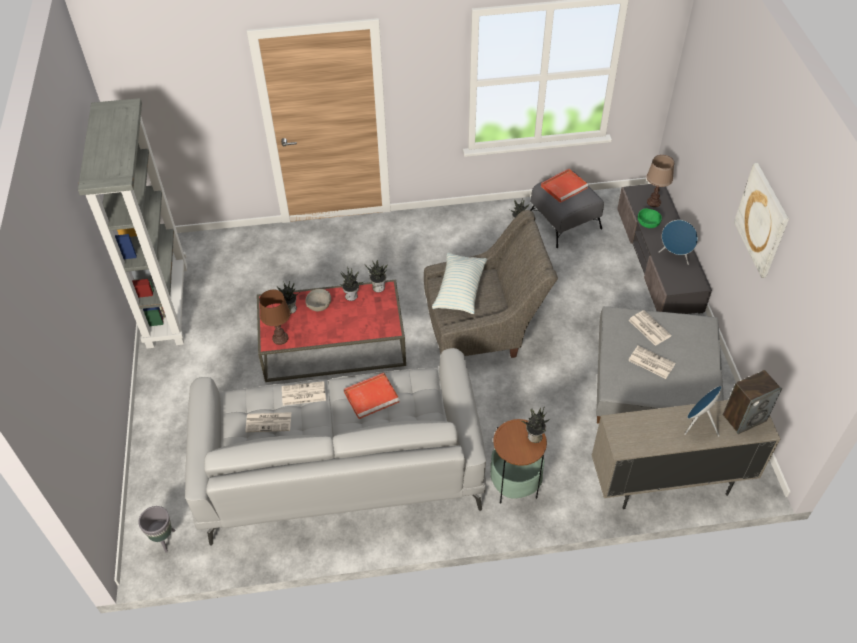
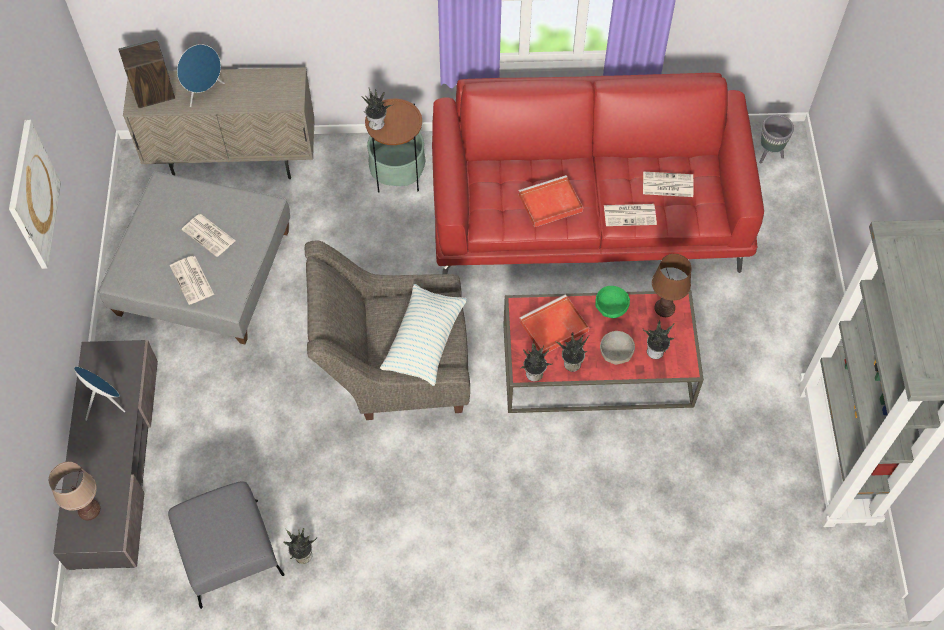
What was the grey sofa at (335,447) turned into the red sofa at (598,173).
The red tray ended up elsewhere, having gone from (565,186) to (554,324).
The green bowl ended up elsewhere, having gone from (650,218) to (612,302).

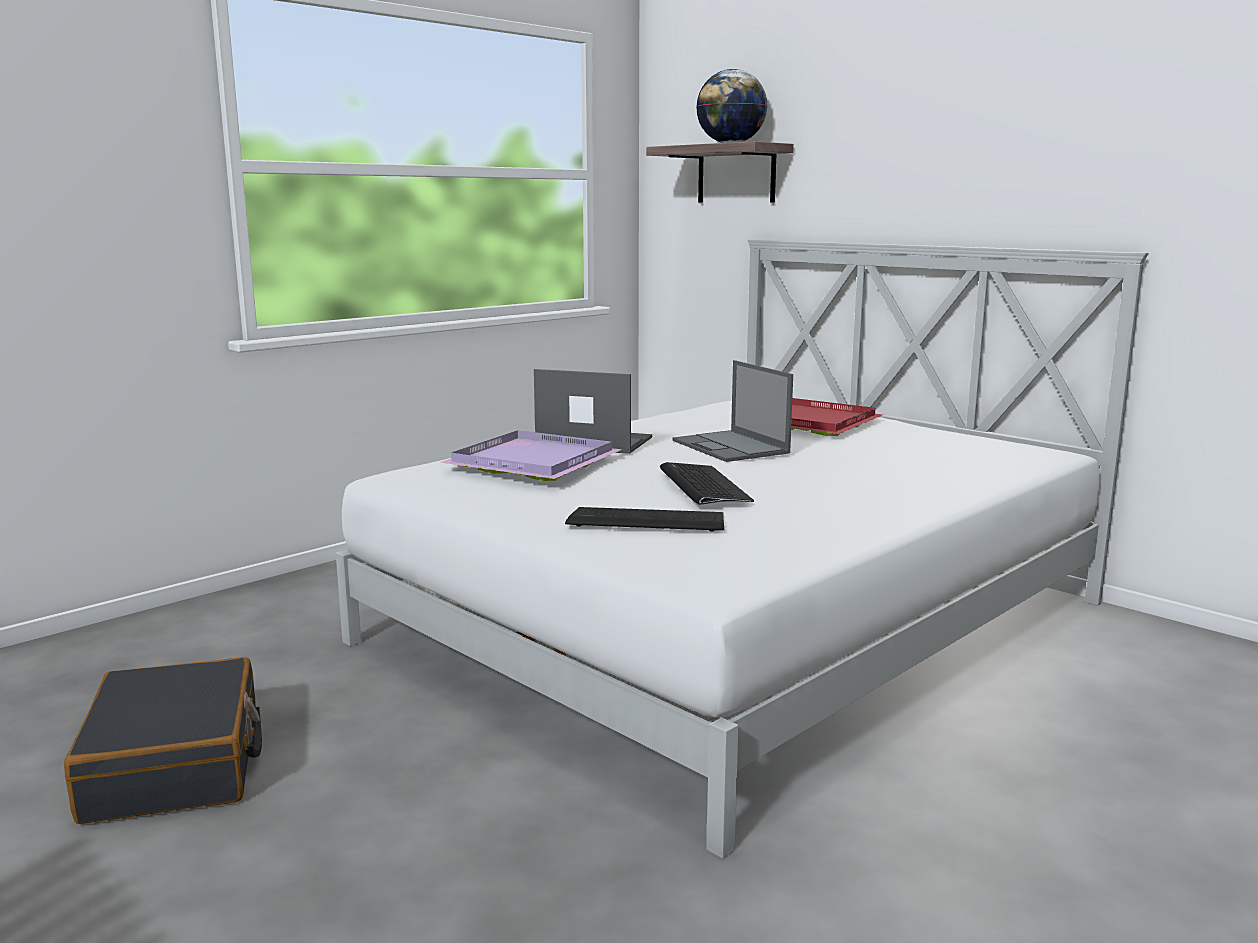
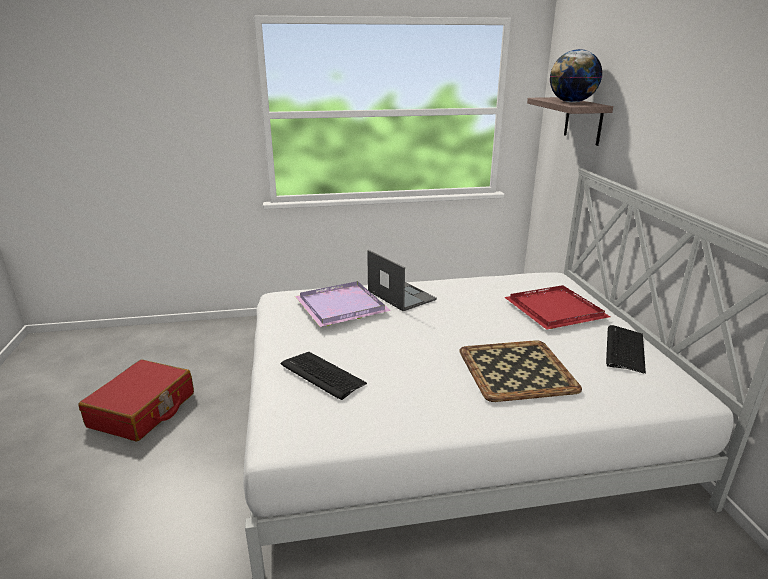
What was the black suitcase at (163,740) turned into the red suitcase at (136,401).
The keyboard ended up elsewhere, having gone from (707,483) to (626,349).
The second view lost the laptop at (732,411).
The second view gained the tray at (520,371).

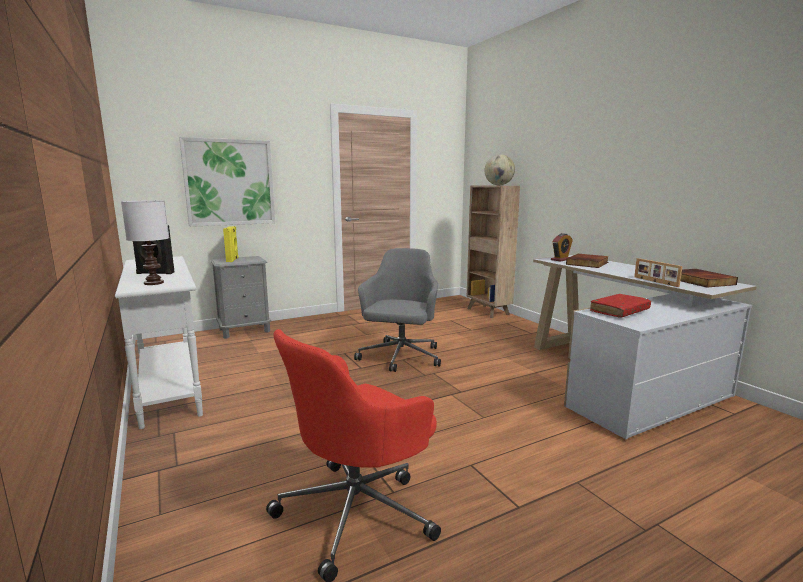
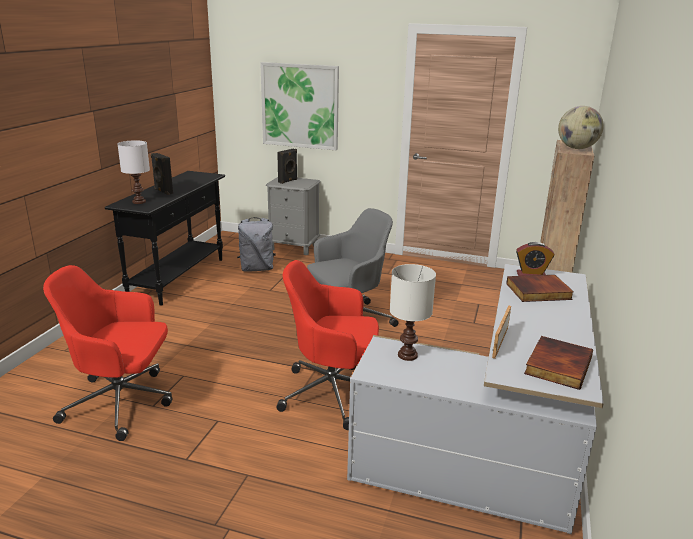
What was the white console table at (159,342) turned into the black console table at (165,238).
What was the yellow speaker at (231,244) turned into the black speaker at (287,166).
Where the red book stood at (620,305), the white table lamp came to stand at (413,312).
The second view gained the grey backpack at (256,244).
The second view gained the red office chair at (327,345).

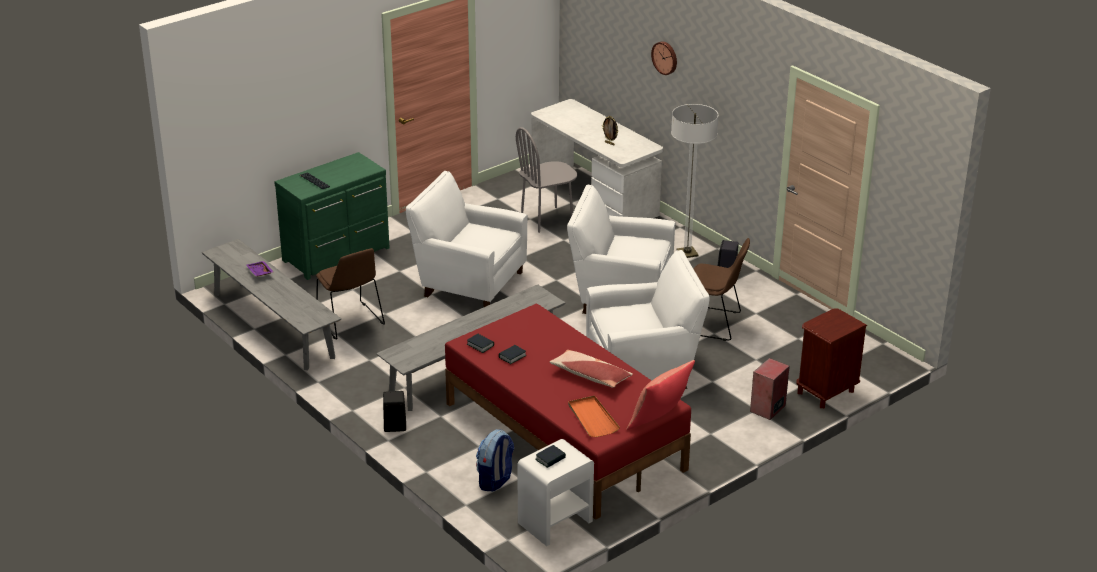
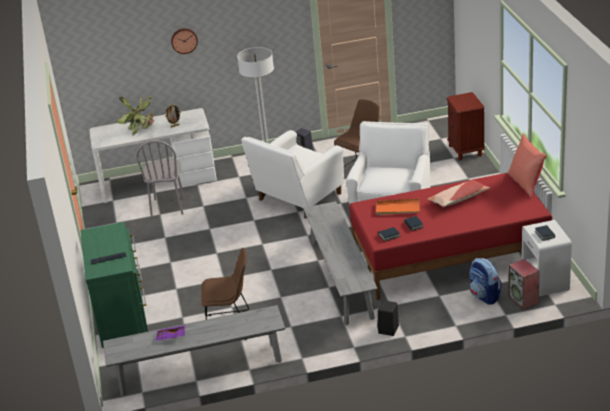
The second view lost the white armchair at (467,239).
The orange tray ended up elsewhere, having gone from (594,416) to (398,207).
The speaker ended up elsewhere, having gone from (770,389) to (524,284).
The second view gained the potted plant at (136,115).

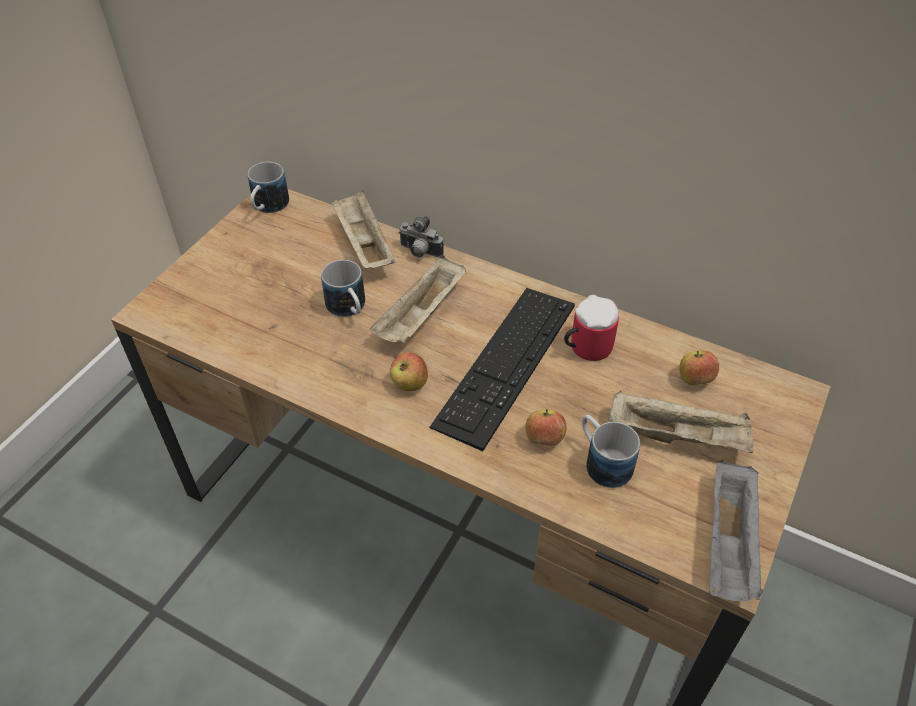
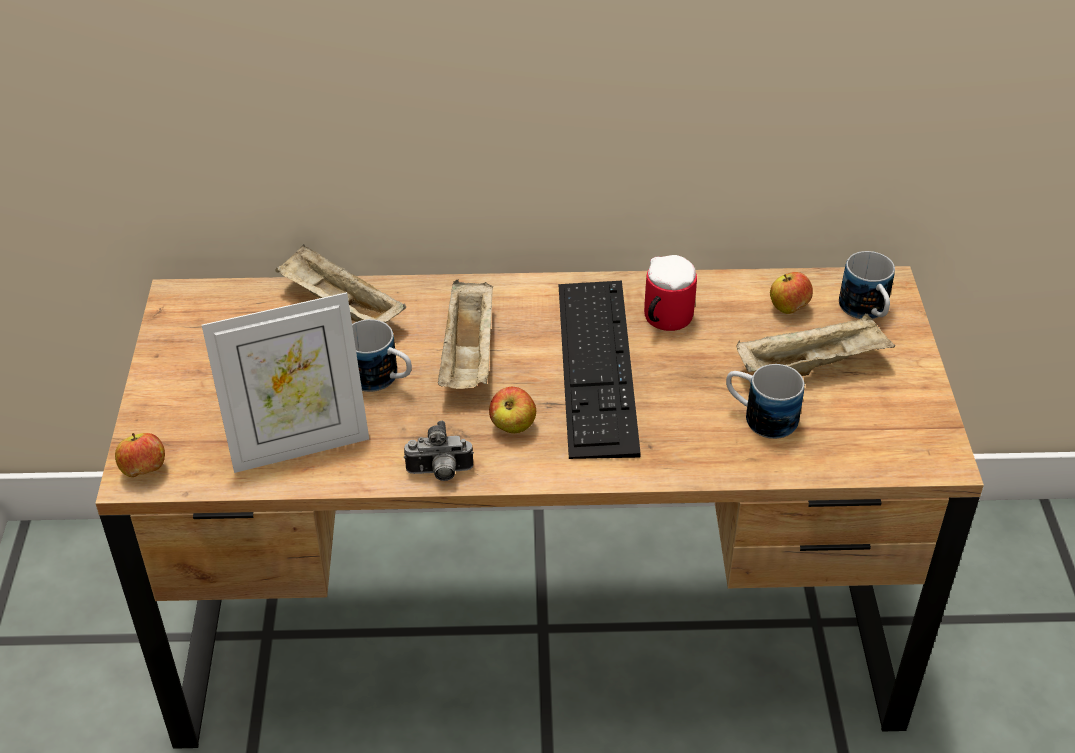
The mug ended up elsewhere, having gone from (268,187) to (867,285).
The photo camera ended up elsewhere, having gone from (421,237) to (439,451).
The apple ended up elsewhere, having gone from (545,427) to (140,455).
The second view lost the grey tray at (736,530).
The second view gained the picture frame at (285,382).

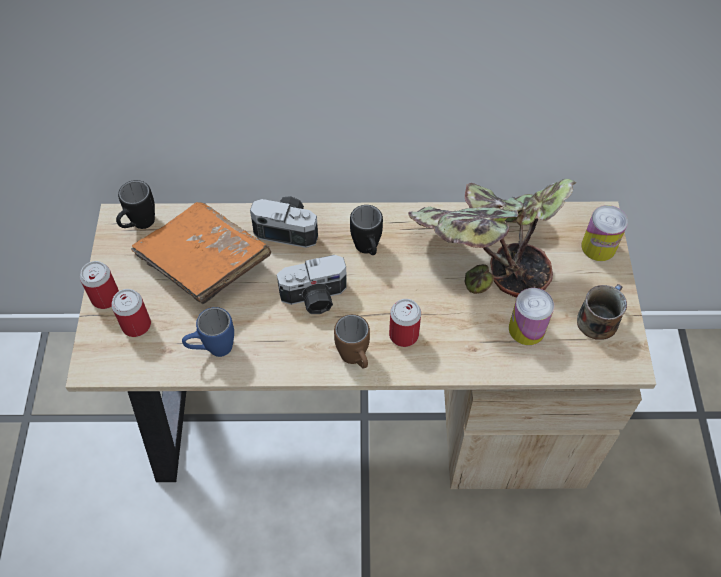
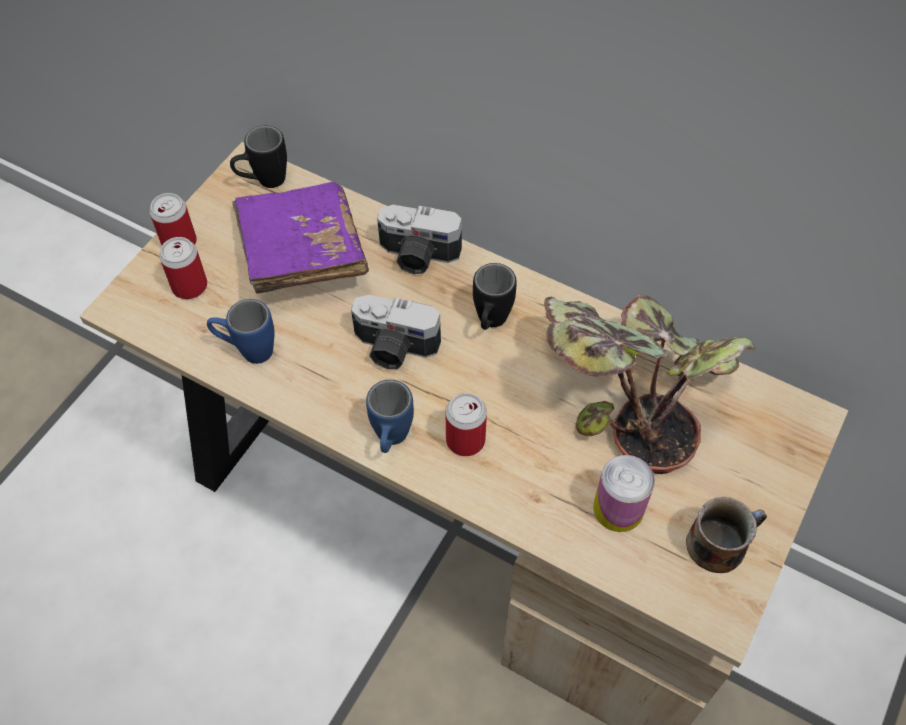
What was the orange book at (201,253) turned into the purple book at (300,238).
The photo camera at (284,222) ended up facing another way, 150 degrees clockwise from before.
What was the brown mug at (352,341) turned into the blue mug at (390,416).
The second view lost the can at (604,233).

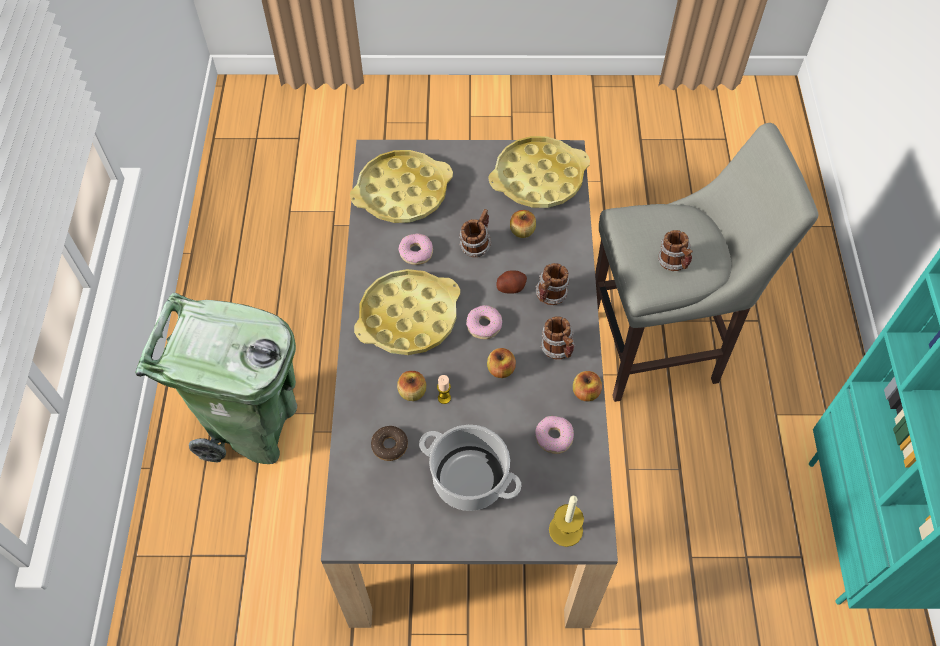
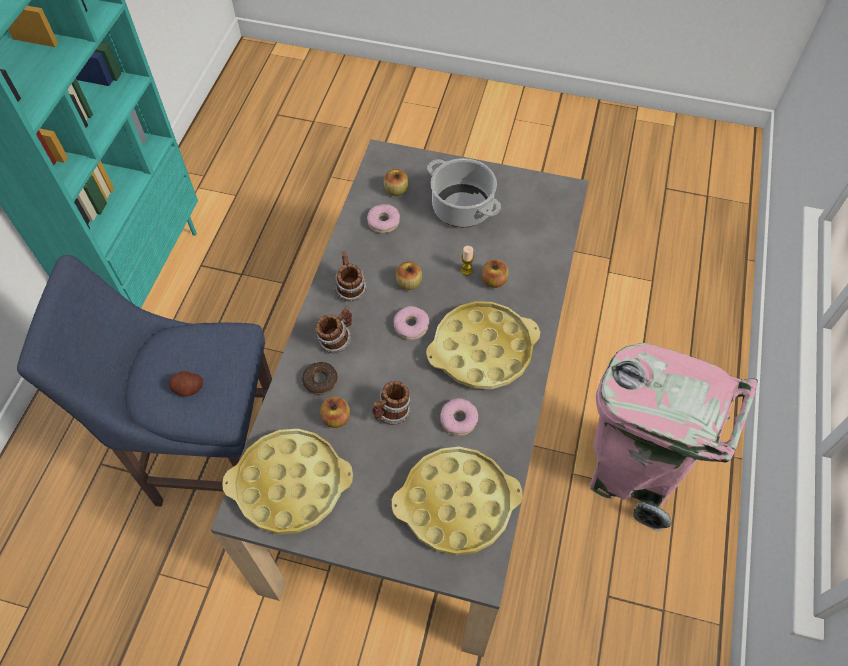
What was the green trash can at (216,378) turned into the pink trash can at (674,437).
The donut ended up elsewhere, having gone from (389,443) to (320,378).
The potato ended up elsewhere, having gone from (512,282) to (186,383).
The second view lost the candle at (566,521).
The apple ended up elsewhere, having gone from (587,386) to (396,182).
What was the grey stool at (707,262) turned into the blue stool at (144,381).
The second view lost the mug at (675,250).

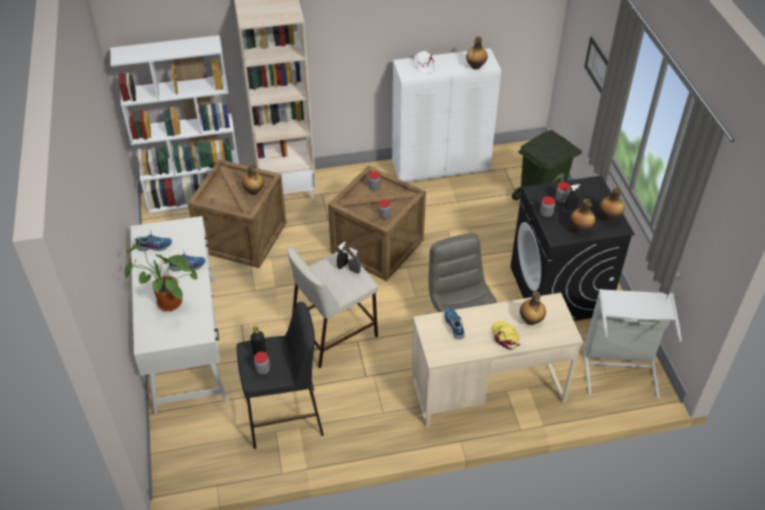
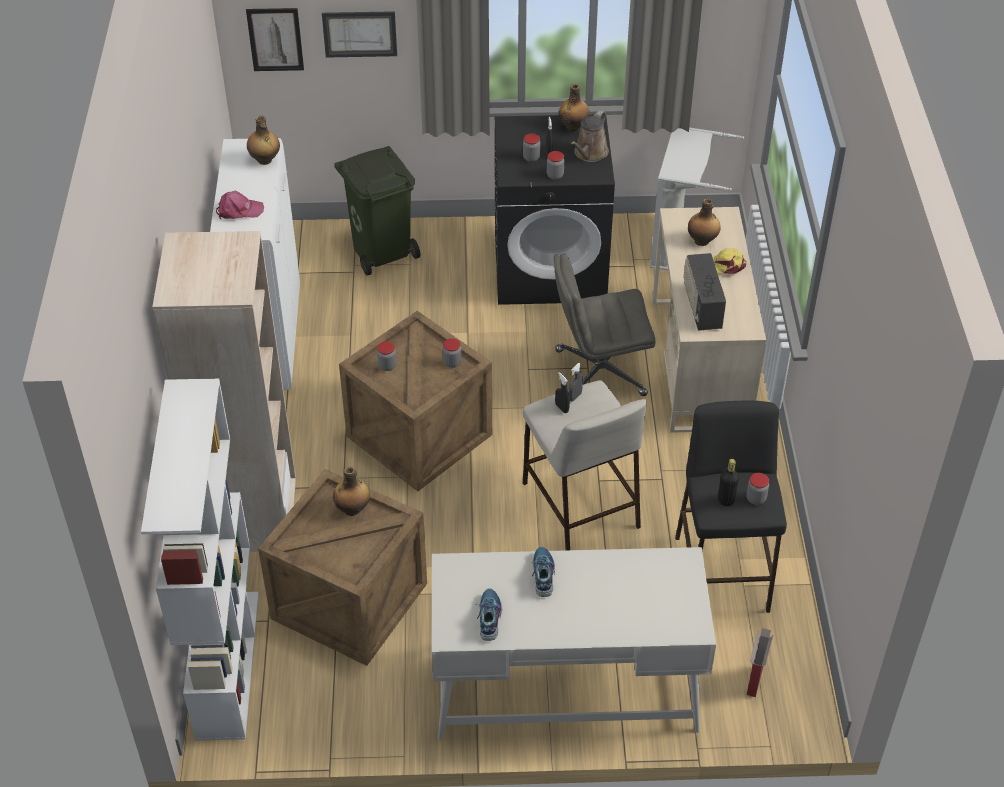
The second view lost the potted plant at (161,275).
What was the white cap at (424,62) turned into the pink cap at (240,205).
Where the shoe stood at (454,323), the radio came to stand at (704,292).
Where the bottle stood at (582,216), the brown watering can came to stand at (589,136).
The second view gained the picture at (275,39).
The second view gained the cardboard box at (760,662).

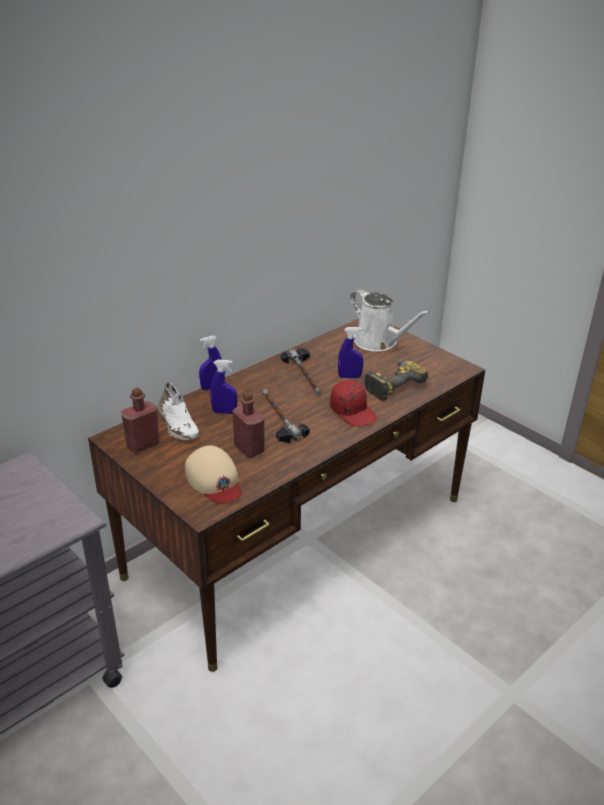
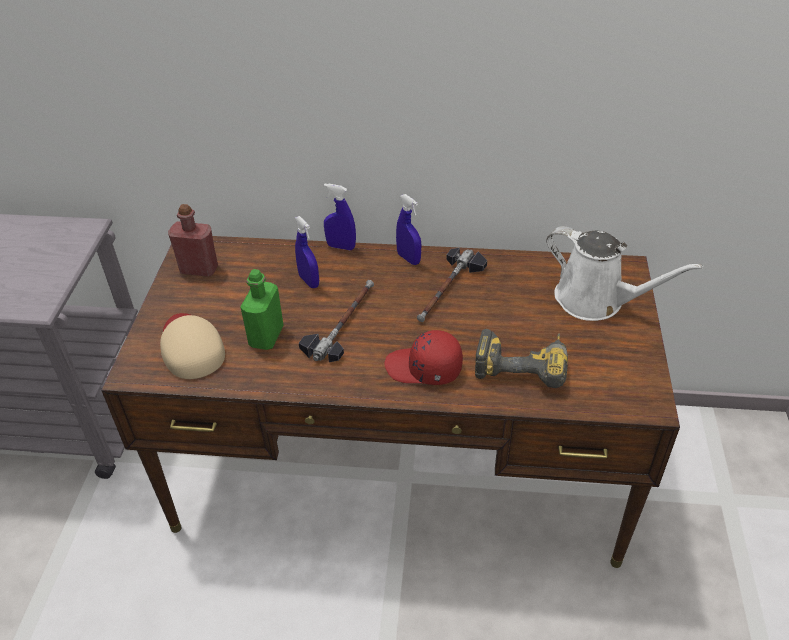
The second view lost the white shoe at (178,411).
The beige cap at (213,474) ended up facing another way, 135 degrees clockwise from before.
What was the red bottle at (248,425) turned into the green bottle at (262,309).
The red cap at (353,403) ended up facing another way, 90 degrees clockwise from before.
The blue spray bottle ended up elsewhere, having gone from (350,352) to (408,229).
The white watering can at (390,320) ended up facing another way, 60 degrees counterclockwise from before.

